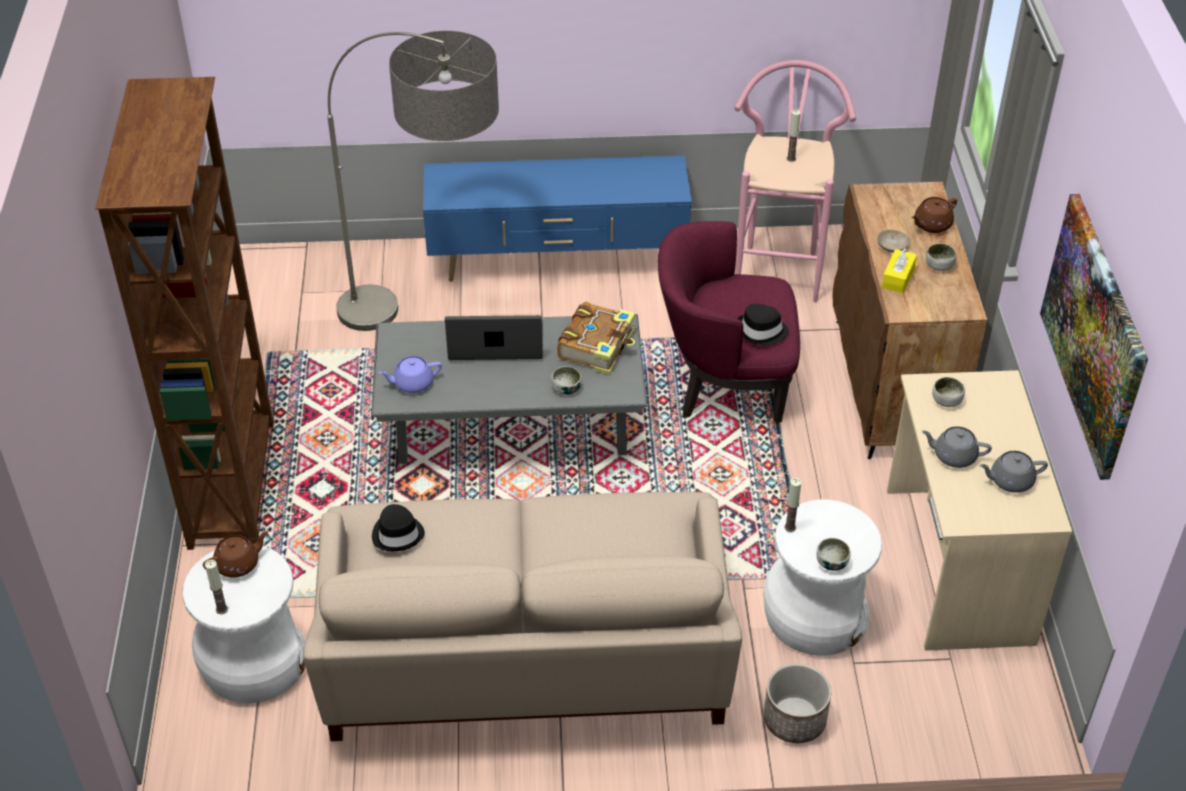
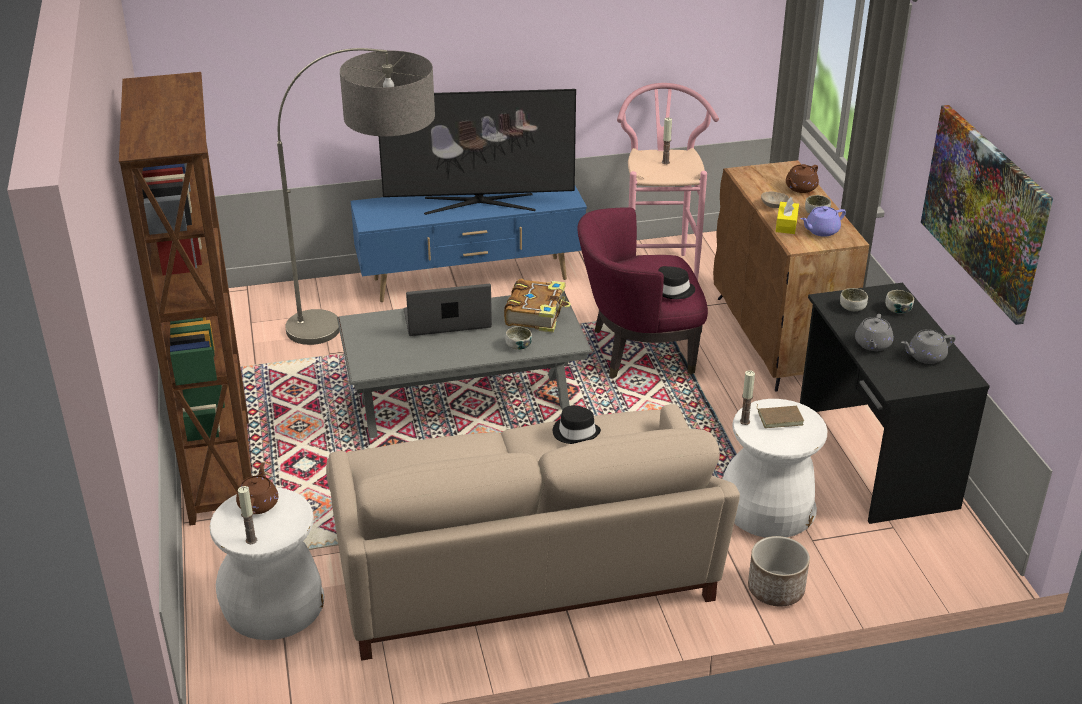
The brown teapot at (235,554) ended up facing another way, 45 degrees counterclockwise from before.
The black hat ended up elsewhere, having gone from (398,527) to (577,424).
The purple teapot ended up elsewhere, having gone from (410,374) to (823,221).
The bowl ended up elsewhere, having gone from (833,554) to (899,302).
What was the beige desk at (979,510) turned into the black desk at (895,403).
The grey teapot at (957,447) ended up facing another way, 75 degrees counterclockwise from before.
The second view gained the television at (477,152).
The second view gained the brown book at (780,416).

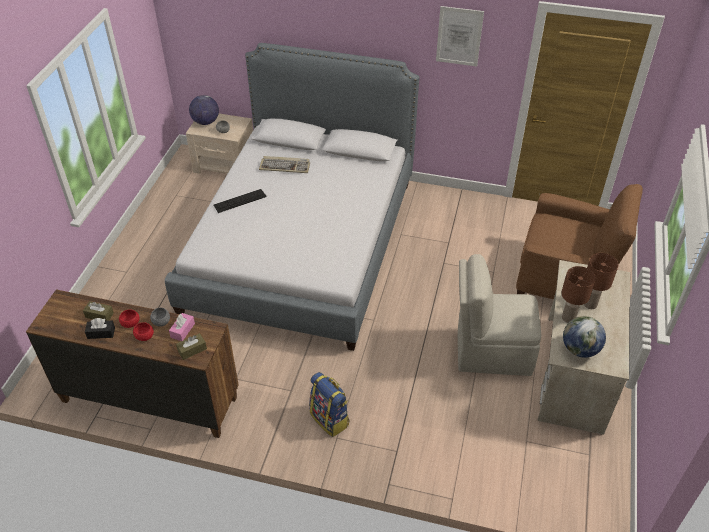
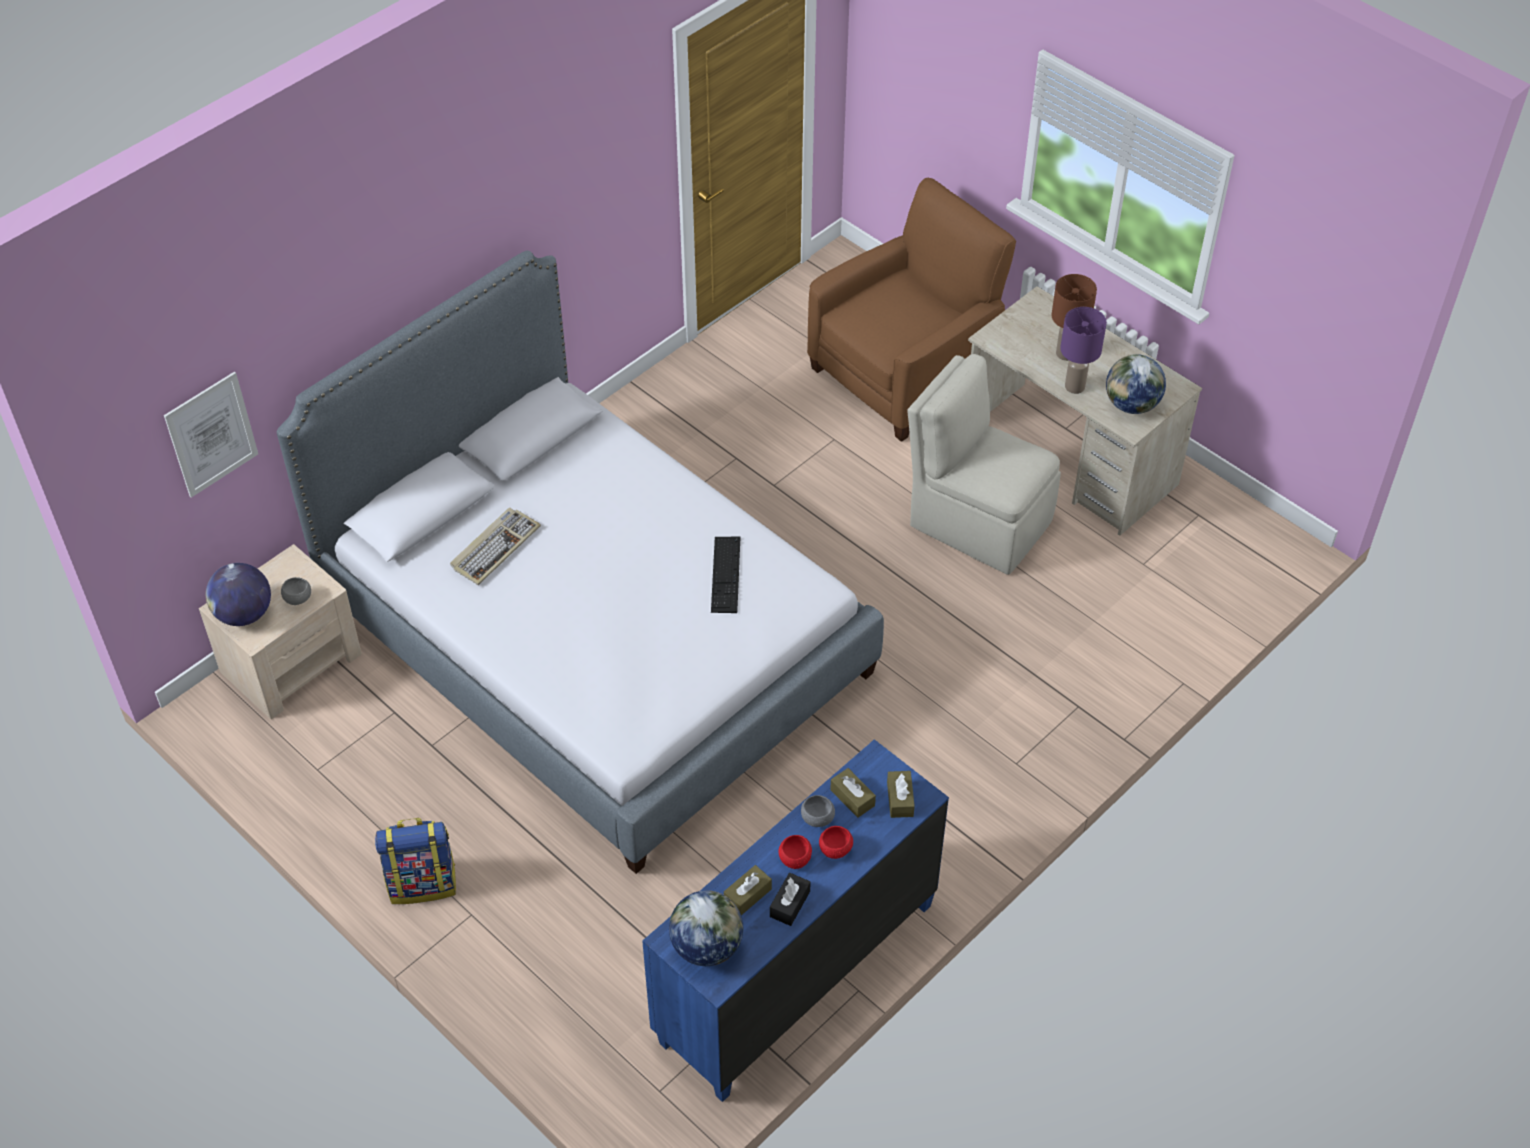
What was the brown dresser at (132,363) turned into the blue dresser at (795,920).
What was the pink tissue box at (182,327) turned into the brown tissue box at (853,793).
The keyboard ended up elsewhere, having gone from (240,201) to (725,574).
The backpack ended up elsewhere, having gone from (329,404) to (415,861).
The picture ended up elsewhere, having gone from (460,36) to (211,434).
The beige chair at (499,315) ended up facing another way, 90 degrees clockwise from before.
What was the brown table lamp at (578,294) turned into the purple table lamp at (1083,350).
The second view gained the globe at (706,928).

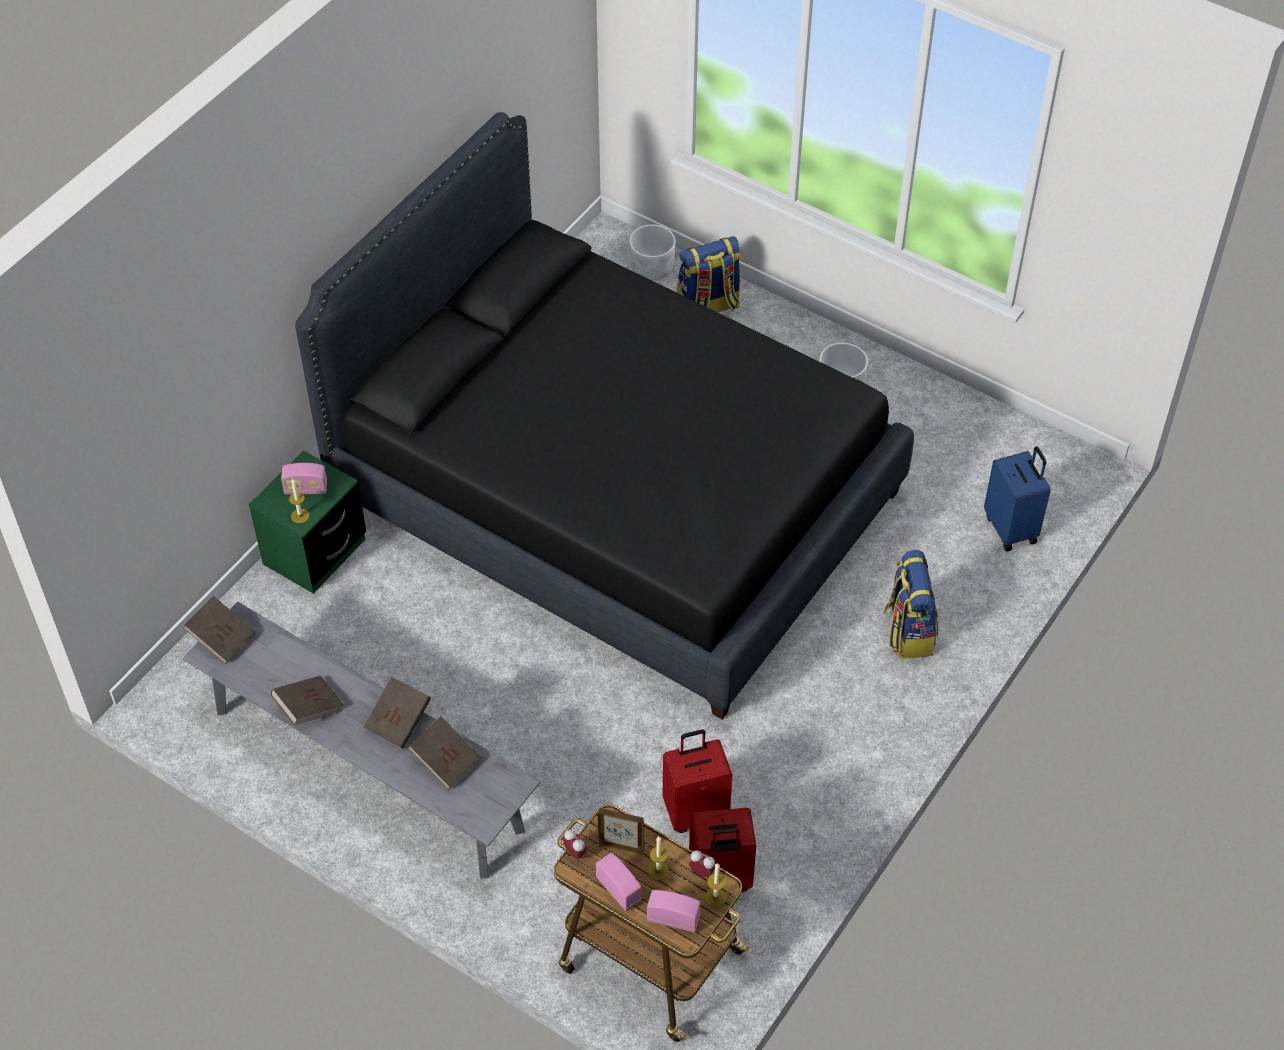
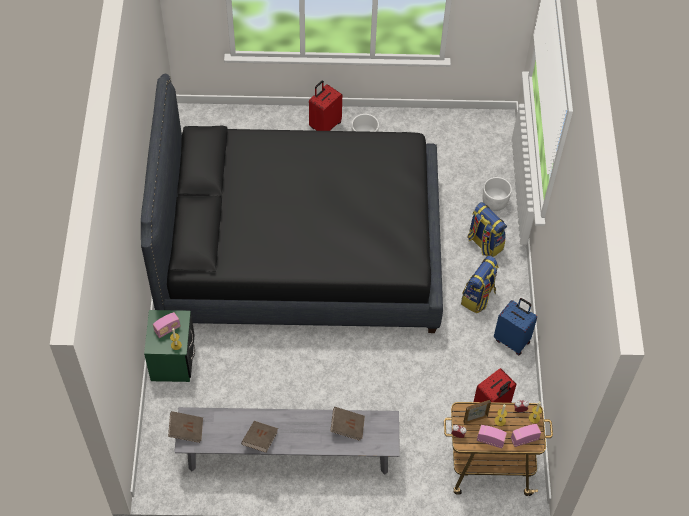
The second view lost the brown book at (397,713).
The white planter ended up elsewhere, having gone from (652,253) to (497,194).
The red suitcase ended up elsewhere, having gone from (697,781) to (325,105).
The backpack ended up elsewhere, having gone from (709,274) to (480,284).
The blue suitcase ended up elsewhere, having gone from (1017,498) to (515,326).

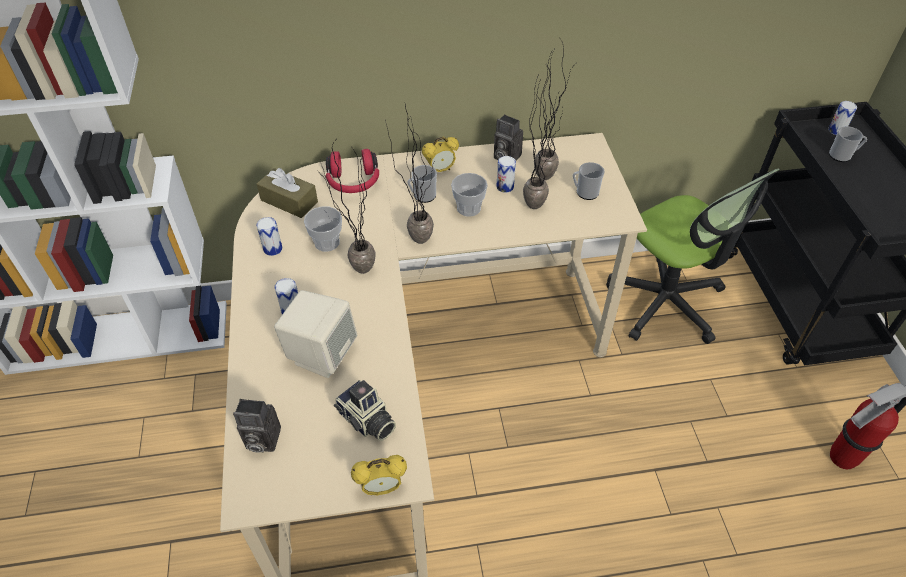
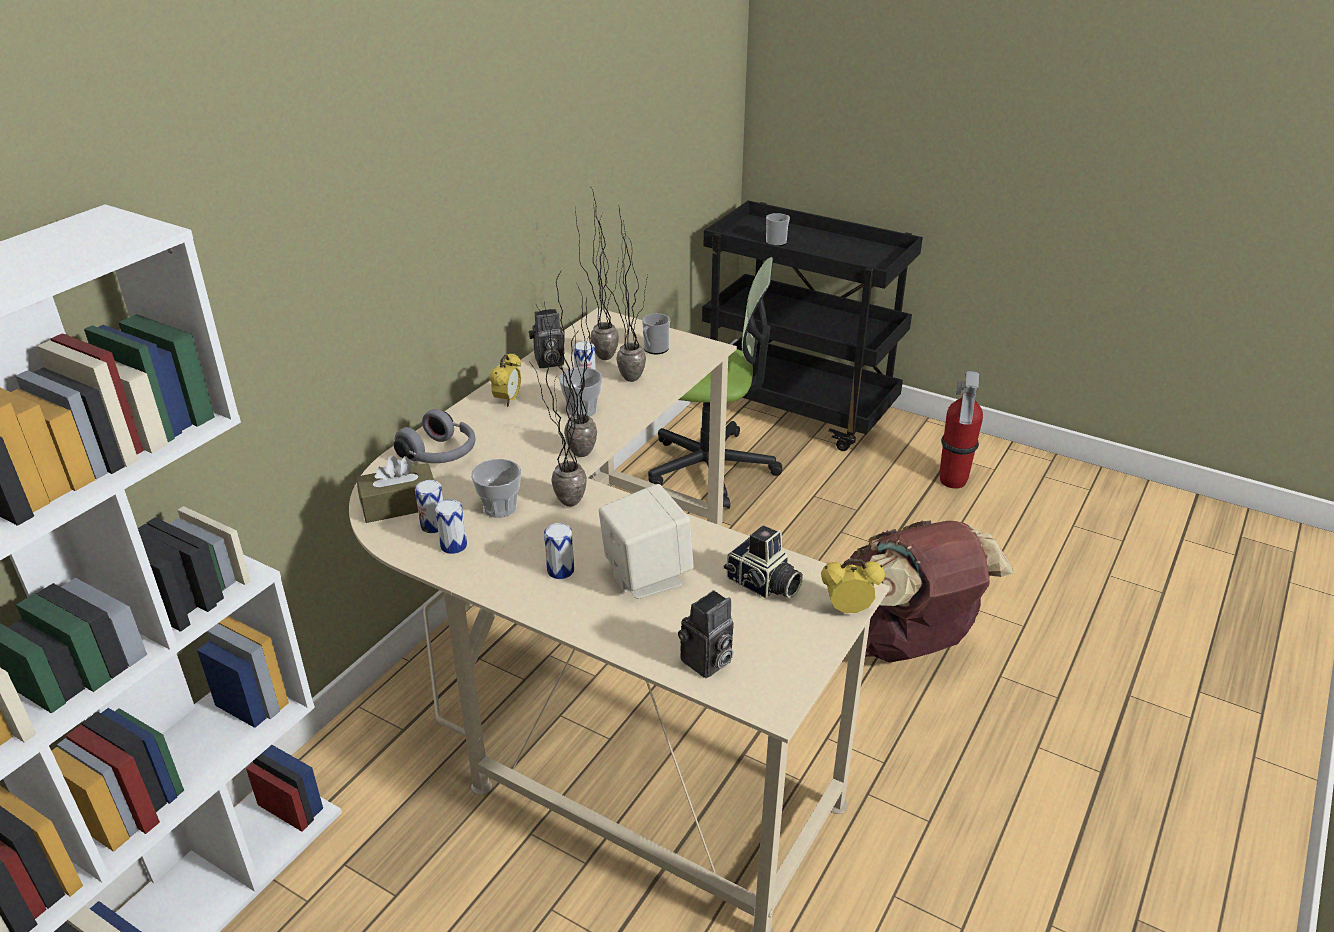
What was the red headphones at (352,171) turned into the grey headphones at (435,436).
The photo camera at (365,410) ended up facing another way, 45 degrees clockwise from before.
The alarm clock at (379,475) ended up facing another way, 120 degrees counterclockwise from before.
The second view lost the mug at (422,184).
The can ended up elsewhere, having gone from (842,118) to (429,506).
The second view gained the brown backpack at (930,591).

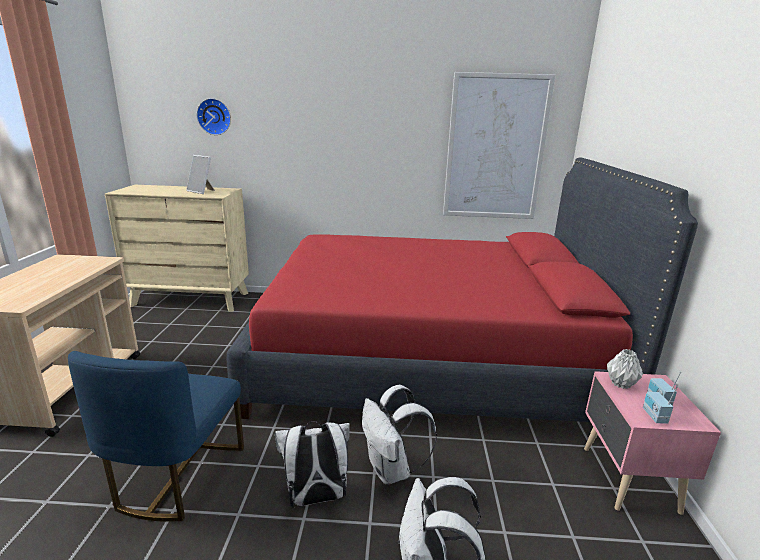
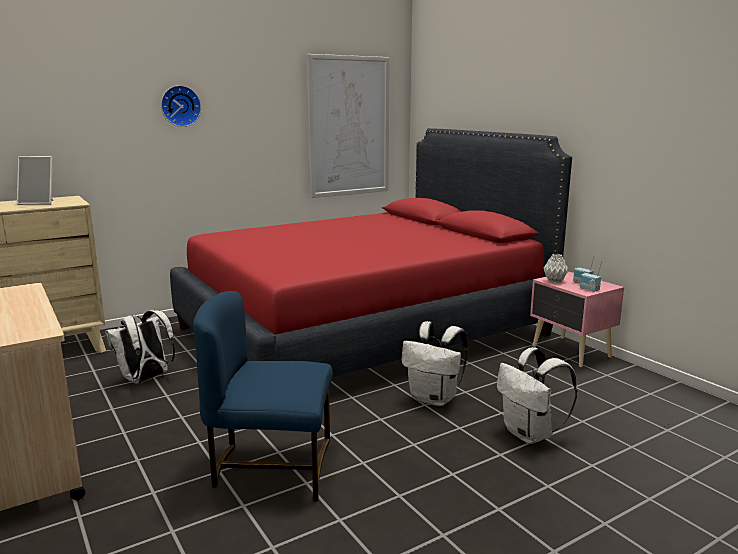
The blue chair at (156,436) ended up facing another way, 120 degrees clockwise from before.
The wall clock ended up elsewhere, having gone from (213,116) to (181,106).
The white backpack ended up elsewhere, having gone from (312,464) to (140,347).

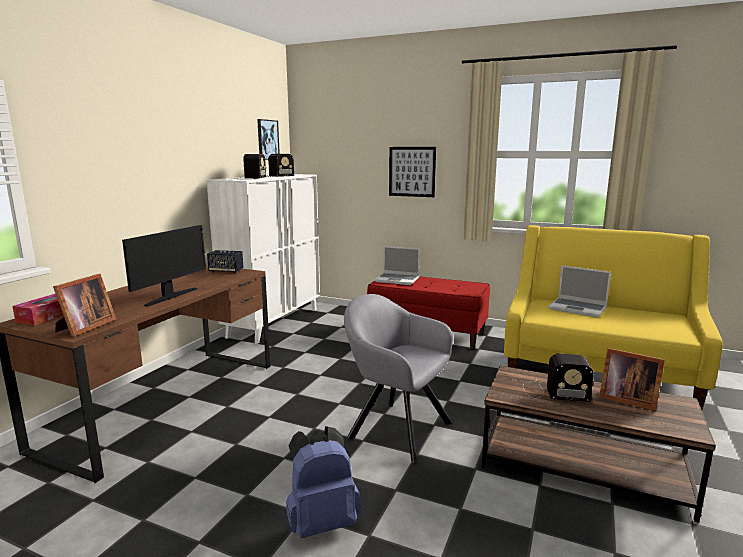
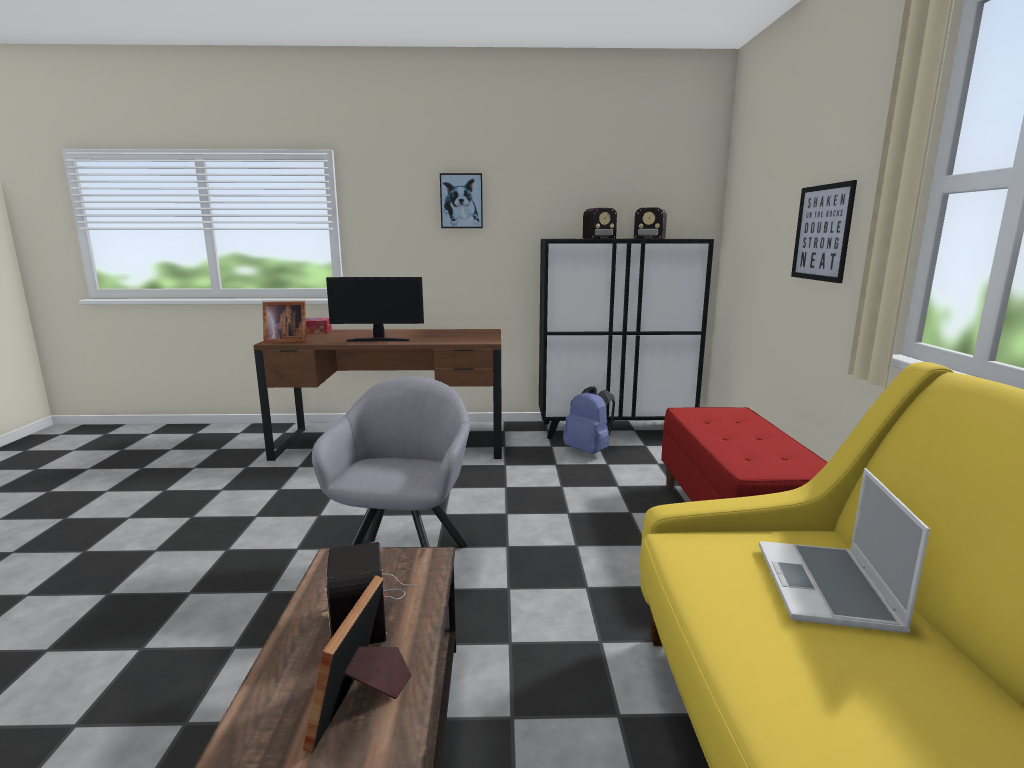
What was the white cabinet at (263,259) turned into the black cabinet at (626,339).
The second view lost the speaker at (225,261).
The picture ended up elsewhere, having gone from (268,139) to (461,200).
The blue backpack ended up elsewhere, having gone from (323,482) to (589,420).
The second view lost the laptop at (397,265).

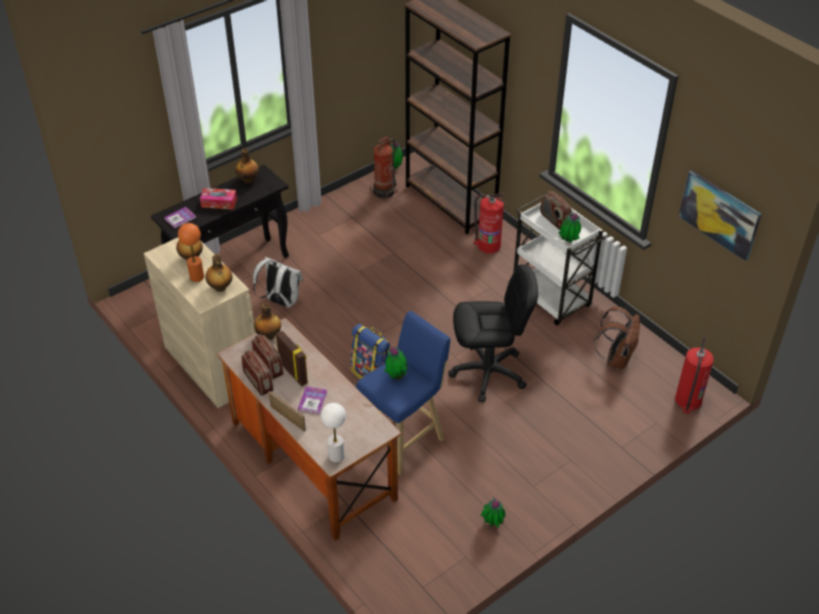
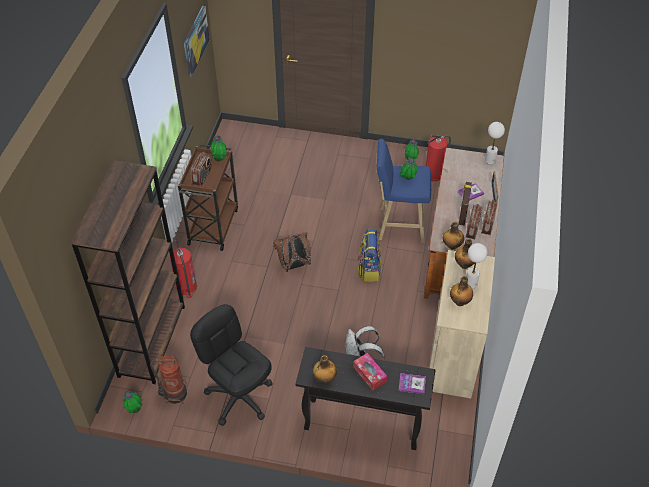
What was the orange table lamp at (191,252) turned into the white table lamp at (477,266).
The black office chair ended up elsewhere, having gone from (493,333) to (231,365).
What was the white cart at (557,260) turned into the brown cart at (208,197).
The brown backpack ended up elsewhere, having gone from (617,337) to (292,252).
The fire extinguisher ended up elsewhere, having gone from (694,375) to (438,158).

